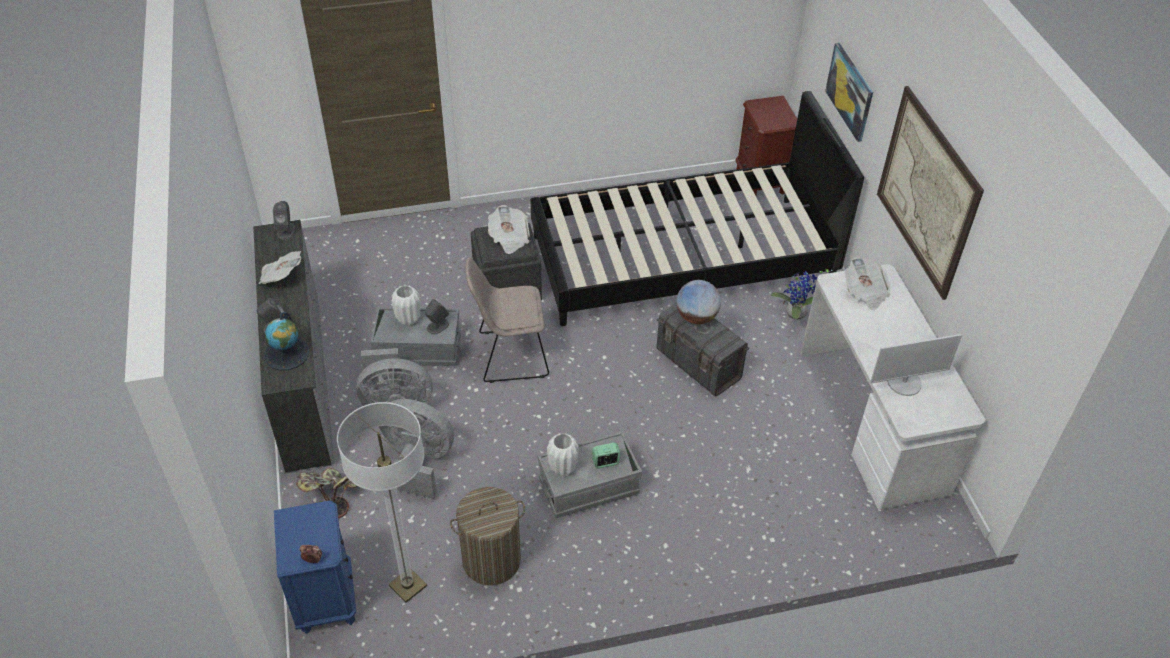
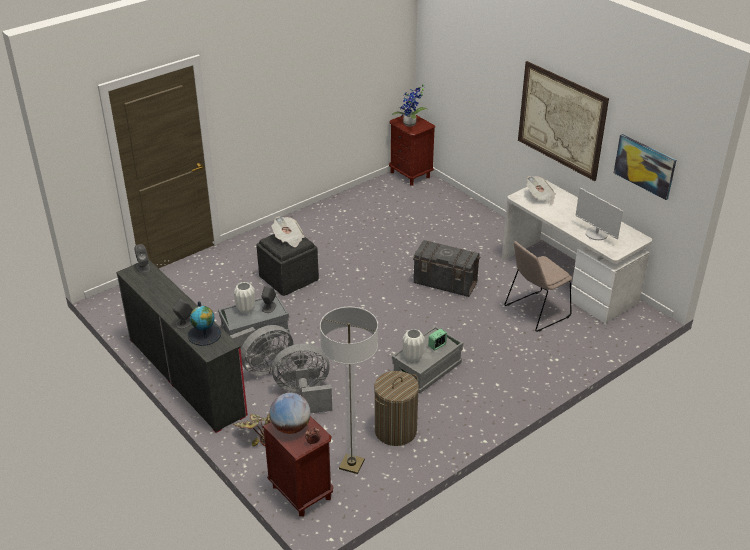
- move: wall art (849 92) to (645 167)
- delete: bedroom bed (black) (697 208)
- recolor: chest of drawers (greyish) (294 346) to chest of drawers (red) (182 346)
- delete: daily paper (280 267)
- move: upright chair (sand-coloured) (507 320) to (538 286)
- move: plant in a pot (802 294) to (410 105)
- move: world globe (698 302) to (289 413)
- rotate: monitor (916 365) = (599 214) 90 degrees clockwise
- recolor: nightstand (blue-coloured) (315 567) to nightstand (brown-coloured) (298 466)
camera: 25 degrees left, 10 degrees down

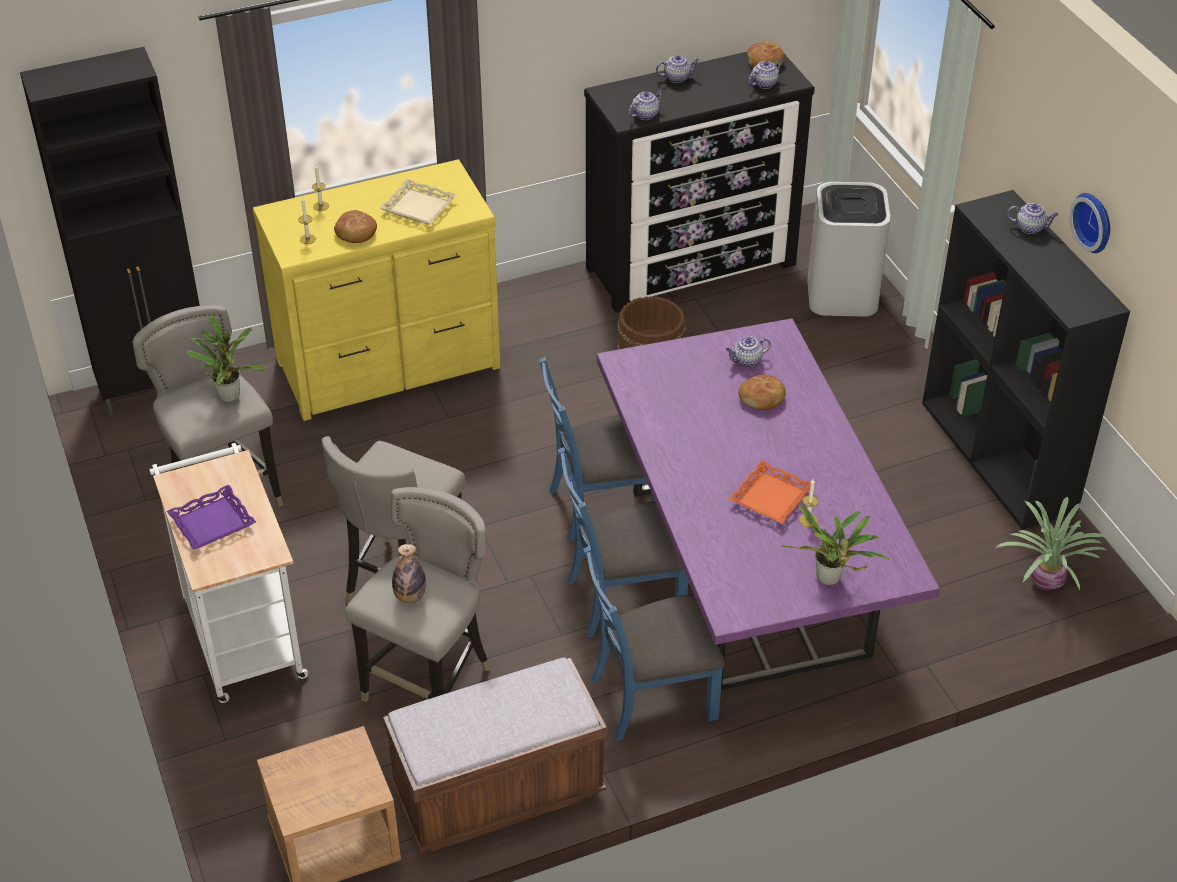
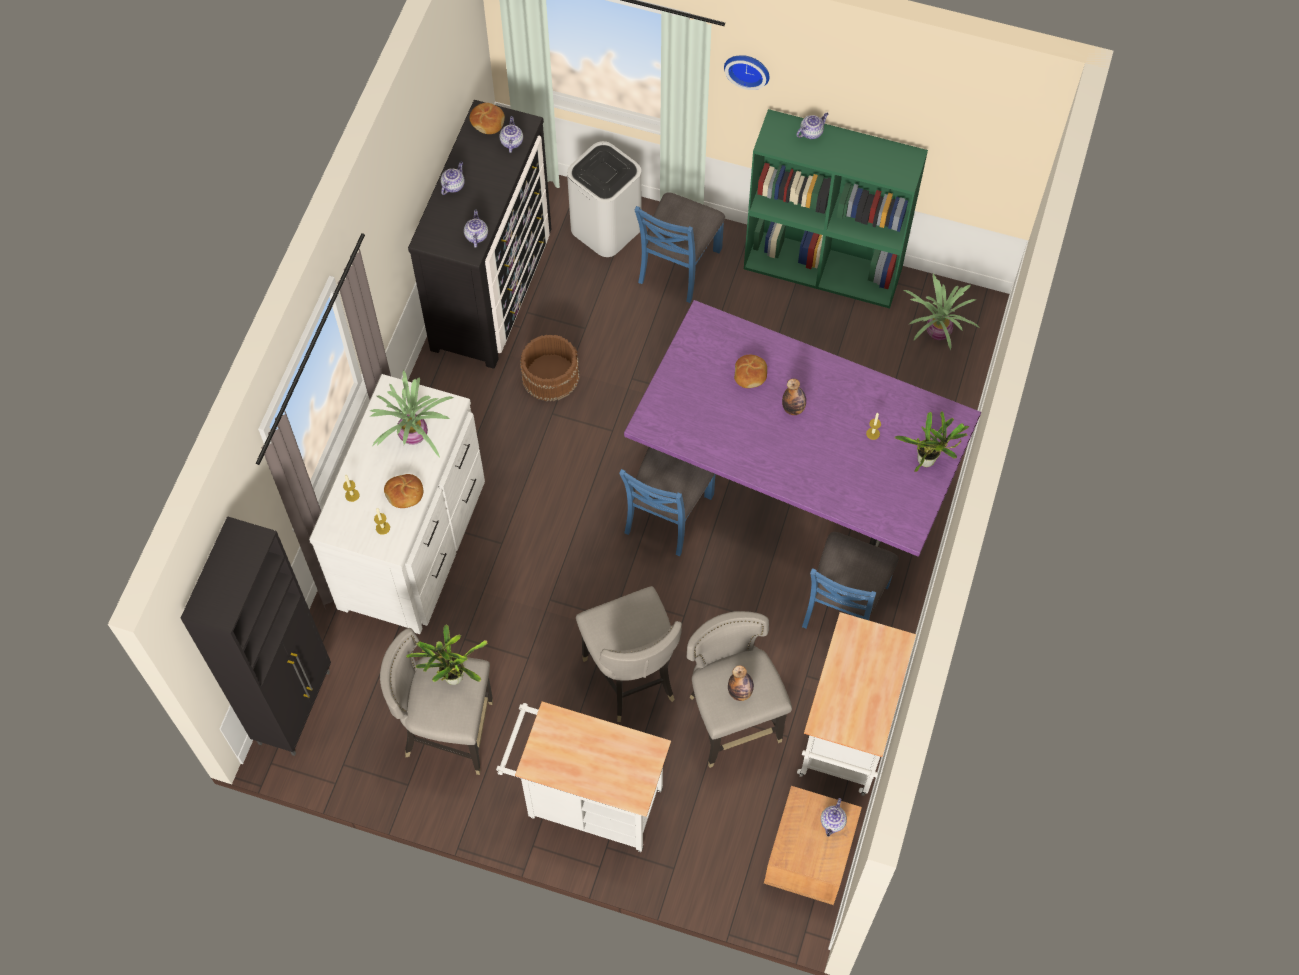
- recolor: chest of drawers (yellow) (377 290) to chest of drawers (white-coloured) (397 504)
- replace: carrying tray (sand-coloured) (418 202) to plant in a pot (412 414)
- recolor: shelving unit (black) (1026 360) to shelving unit (greenish) (836 208)
- move: hanging clock (1089 223) to (746 72)
- move: teapot (748 351) to (834 817)
- move: upright chair (blue-coloured) (623 542) to (680 247)
- delete: carrying tray (orange) (770 491)
- delete: carrying tray (purple-coloured) (211 517)
- replace: long seat (brown-coloured) (495 755) to trolley (white-coloured) (856 704)
- insert: bottle (794 397)
camera: 50 degrees left, 20 degrees up

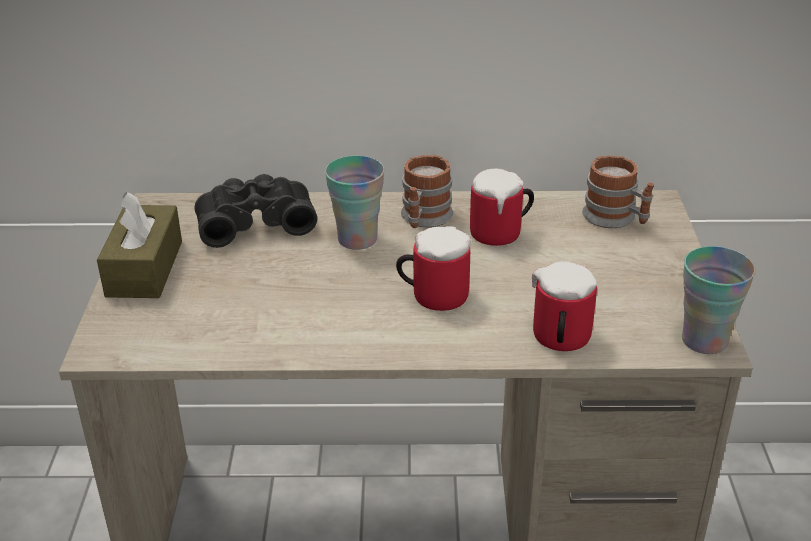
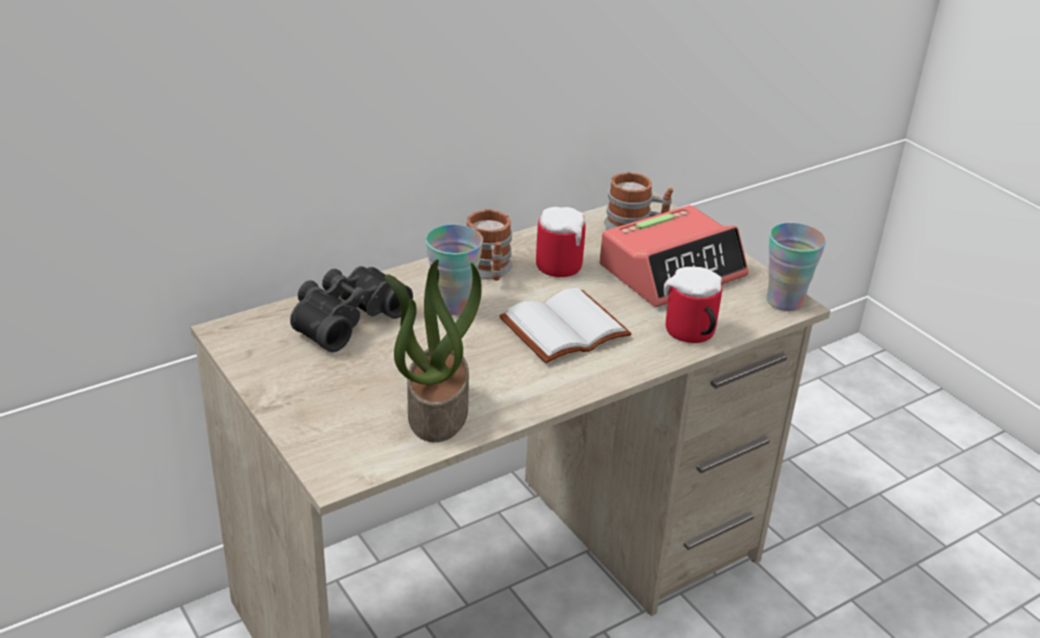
- delete: tissue box (brown-coloured) (139 245)
- replace: tea mug (433 268) to book (white-coloured) (565 325)
- insert: alarm clock (674 256)
- insert: plant in a pot (433 350)
camera: 35 degrees left, 0 degrees up

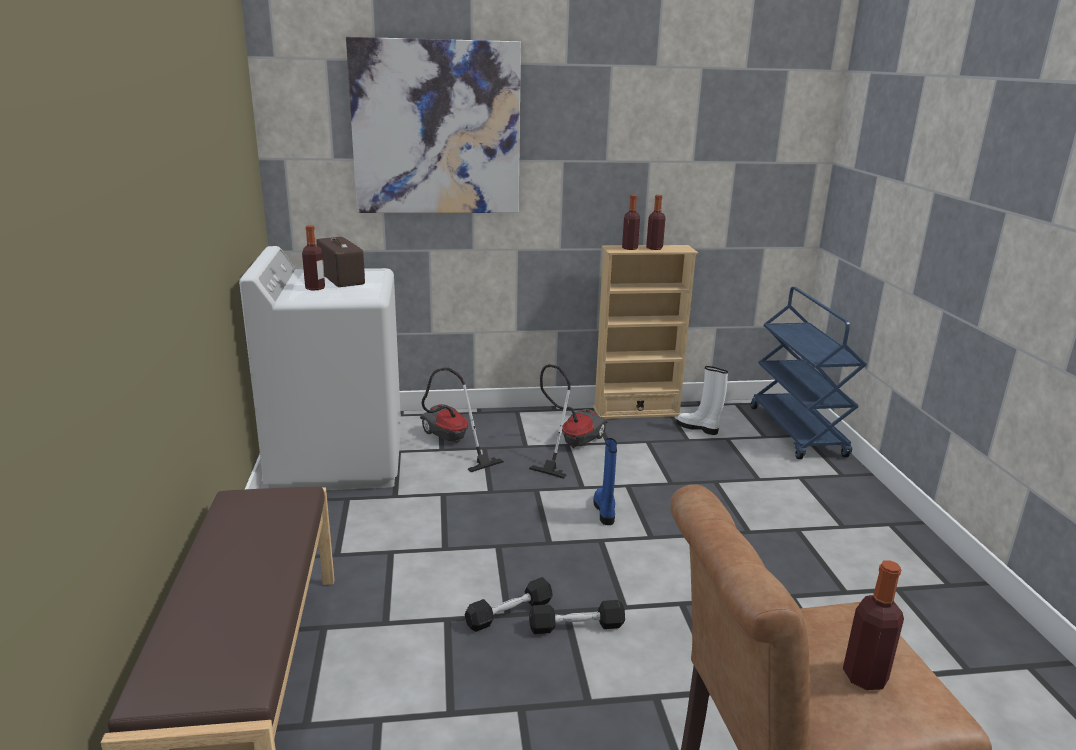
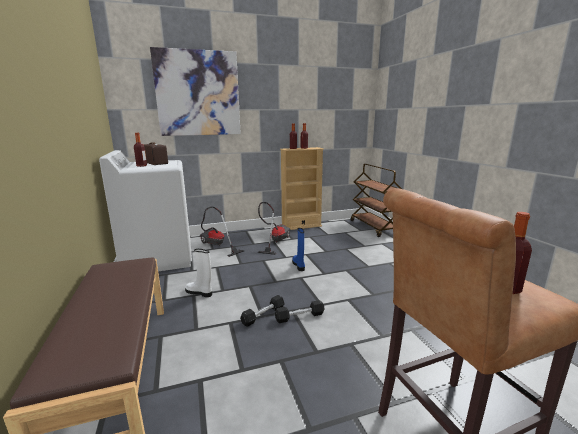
- recolor: trolley (blue-coloured) (809 373) to trolley (brown-coloured) (376 200)
- move: boot (white-coloured) (702 400) to (198 273)
camera: 10 degrees left, 5 degrees down

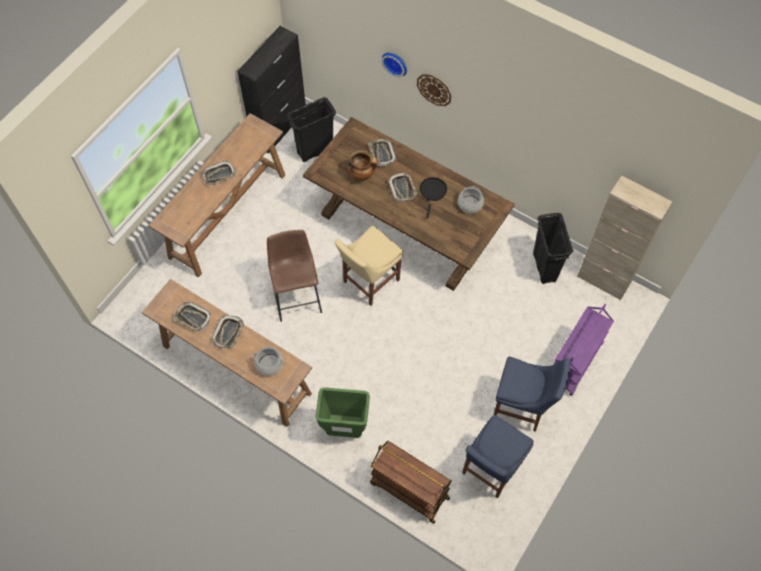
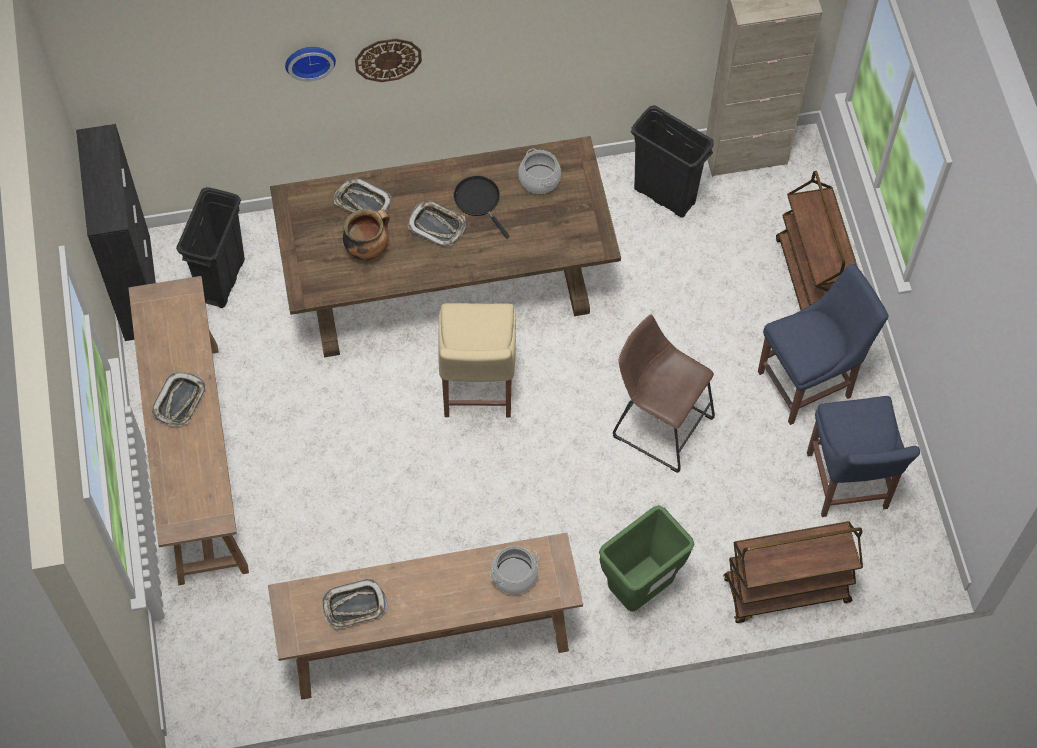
- move: stool seat (brown-coloured) (294 276) to (664 393)
- recolor: trolley (purple-coloured) (583 350) to trolley (brown-coloured) (817 240)
- delete: carrying tray (228 332)
camera: 45 degrees left, 0 degrees up

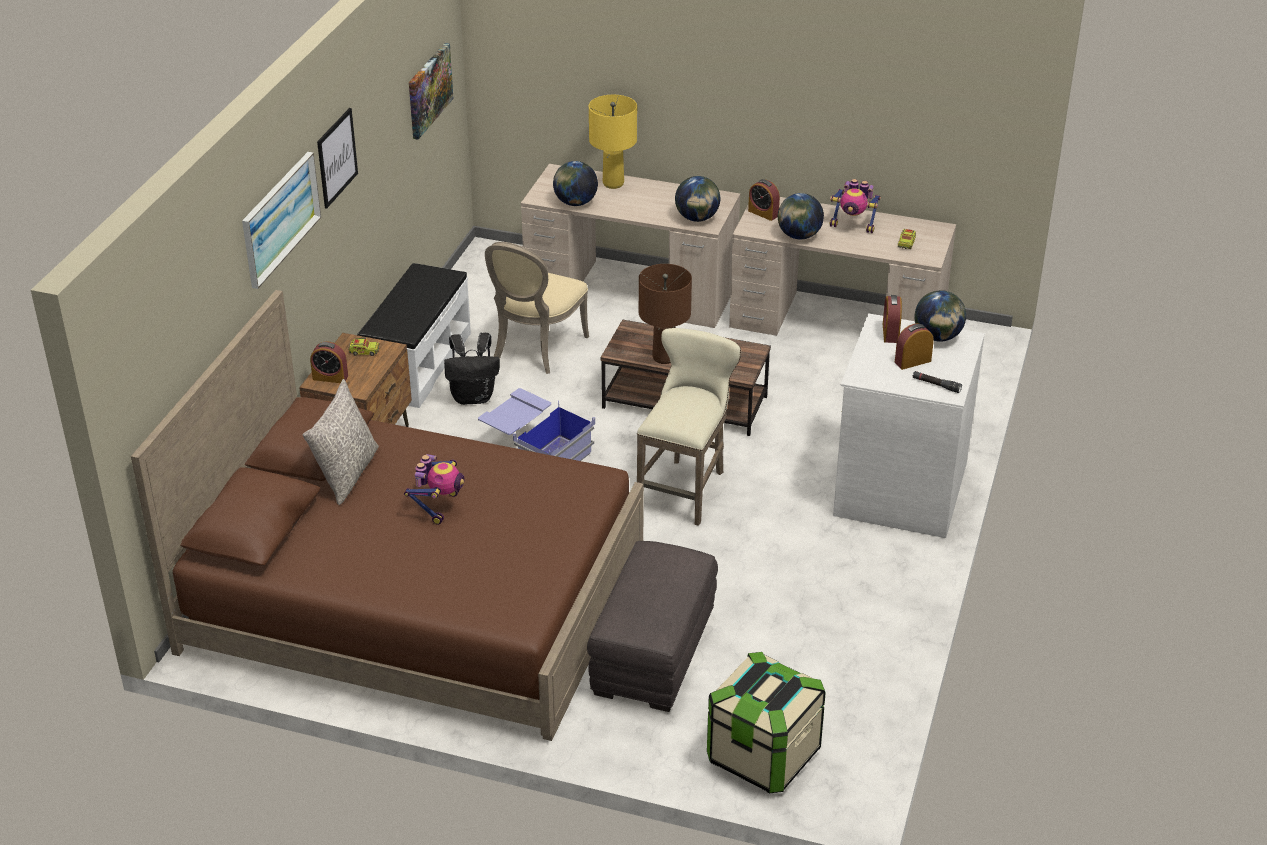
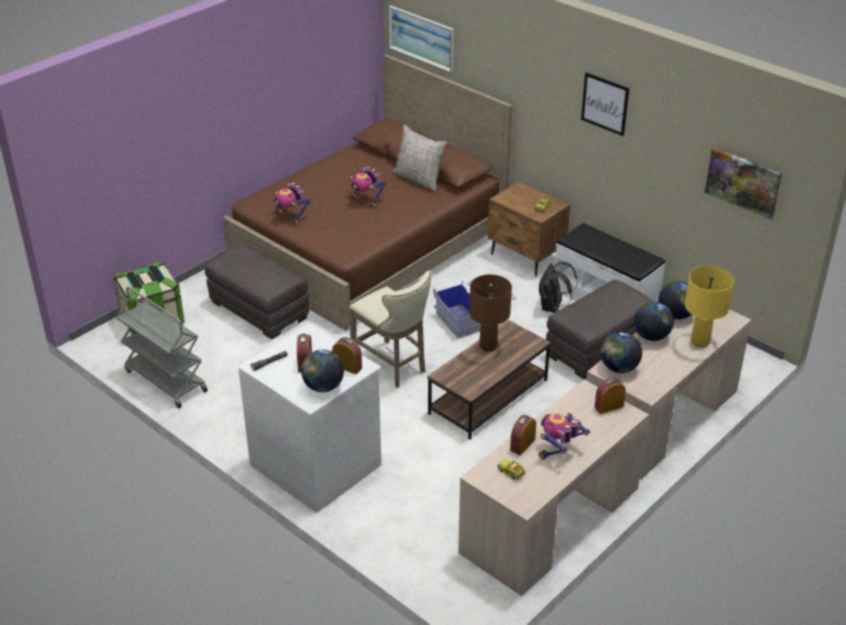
- move: wall art (281 220) to (421 39)
- move: world globe (801 216) to (654 321)
- replace: upright chair (sand-coloured) (537 308) to ottoman (greyish) (599 330)
- move: alarm clock (329 362) to (523 435)
- insert: model robot (292 204)
- insert: trolley (greyish) (162 347)
camera: 115 degrees right, 0 degrees up

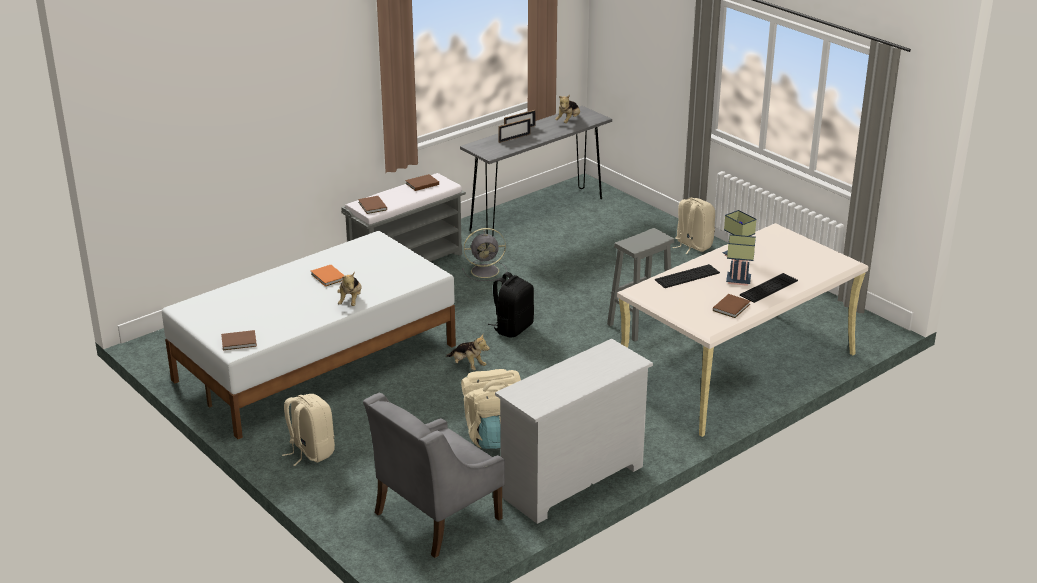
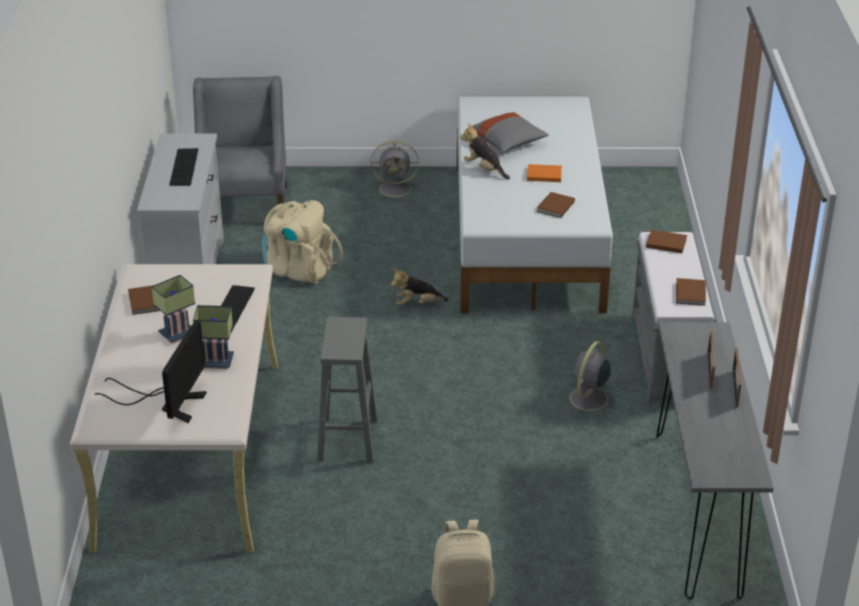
- delete: cuddly toy (567 109)
- delete: knapsack (black) (511 304)
- move: computer keyboard (769 288) to (183 167)
- move: book (brown-coloured) (239 340) to (556 205)
- replace: knapsack (sand-coloured) (308 430) to fan (greyish) (395 171)
- insert: throw pillow (greyish) (510 132)
- insert: monitor (151 371)
camera: 130 degrees right, 5 degrees up

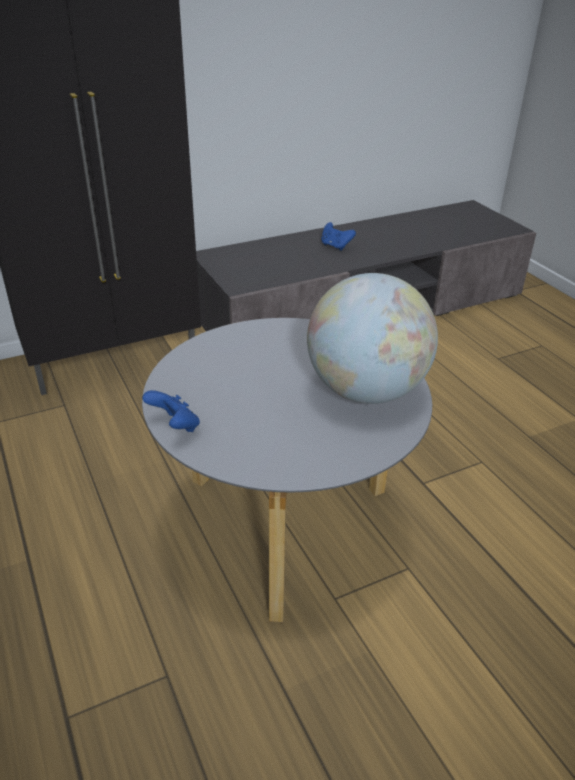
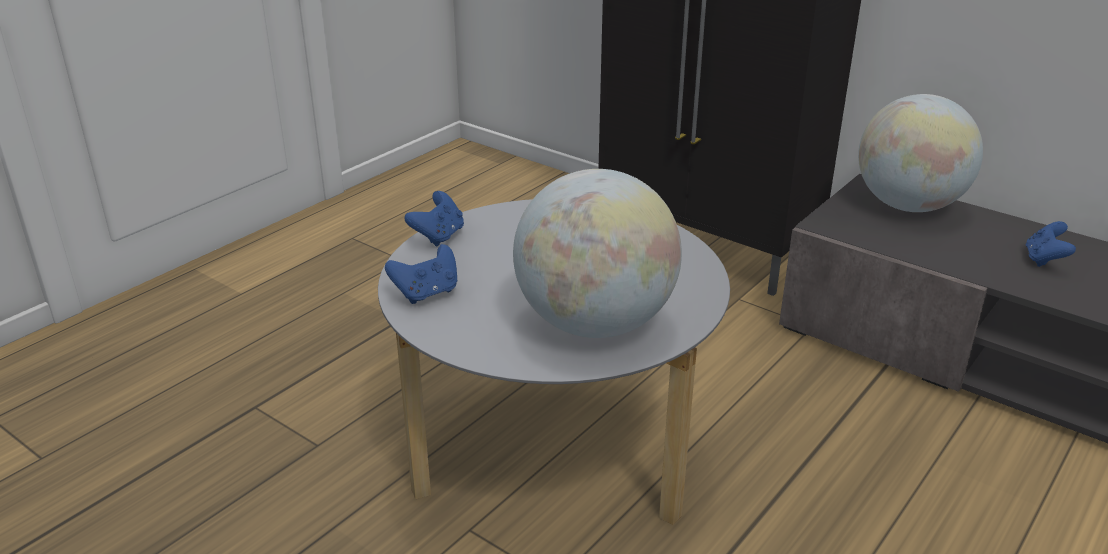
- insert: world globe (920 153)
- insert: game controller (blue-coloured) (421 274)
camera: 65 degrees right, 5 degrees down

